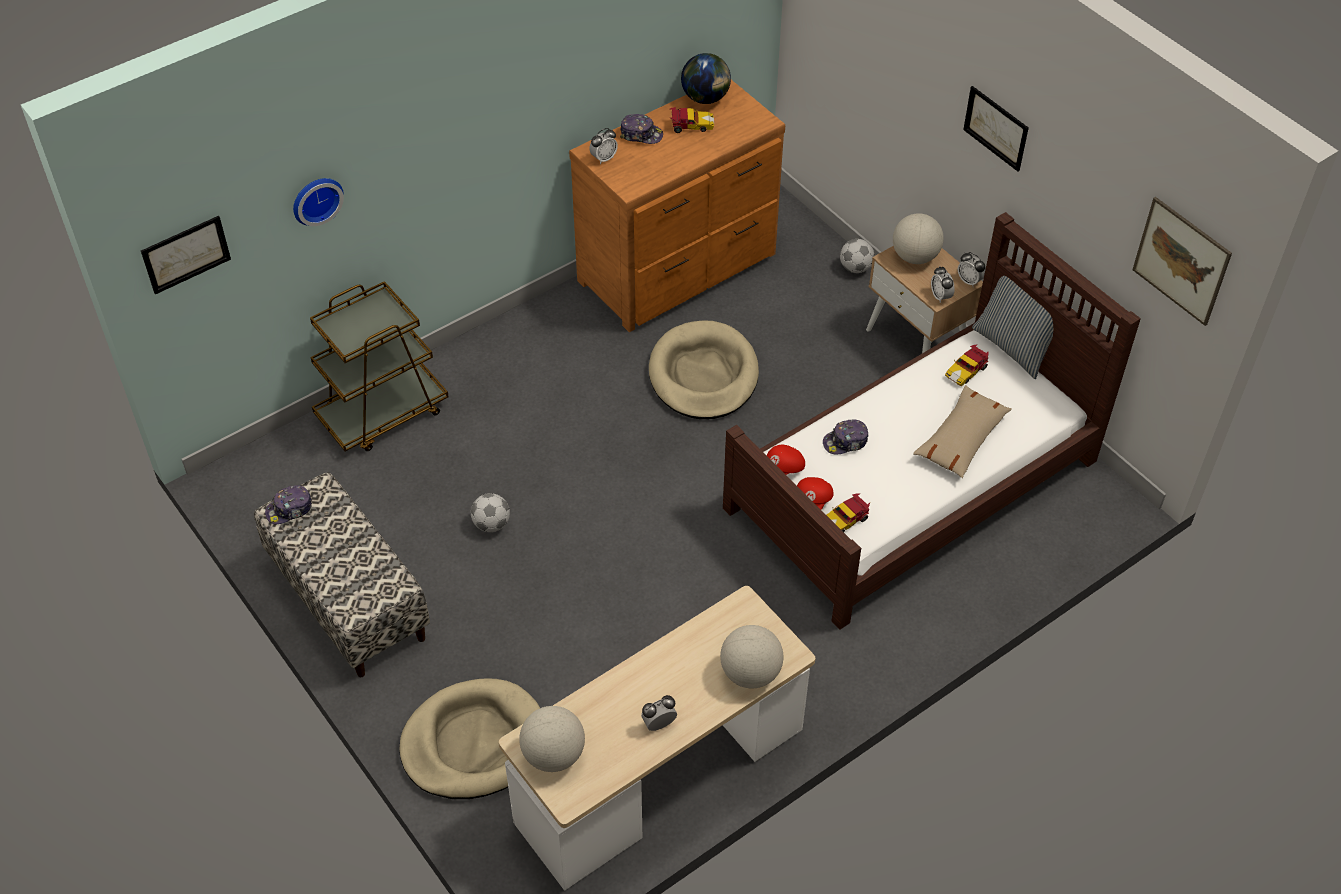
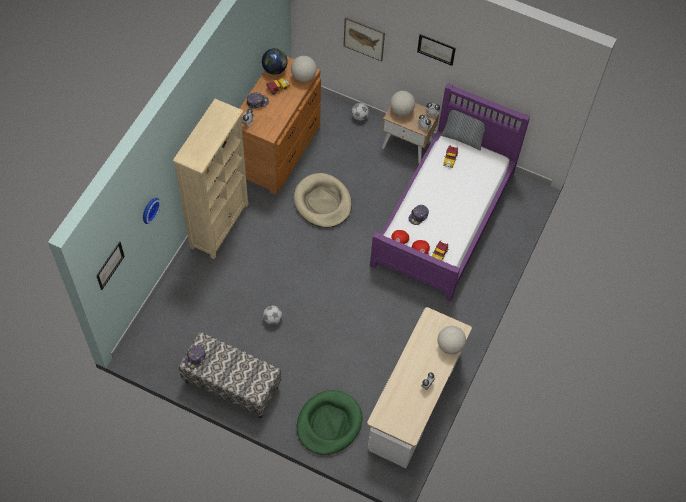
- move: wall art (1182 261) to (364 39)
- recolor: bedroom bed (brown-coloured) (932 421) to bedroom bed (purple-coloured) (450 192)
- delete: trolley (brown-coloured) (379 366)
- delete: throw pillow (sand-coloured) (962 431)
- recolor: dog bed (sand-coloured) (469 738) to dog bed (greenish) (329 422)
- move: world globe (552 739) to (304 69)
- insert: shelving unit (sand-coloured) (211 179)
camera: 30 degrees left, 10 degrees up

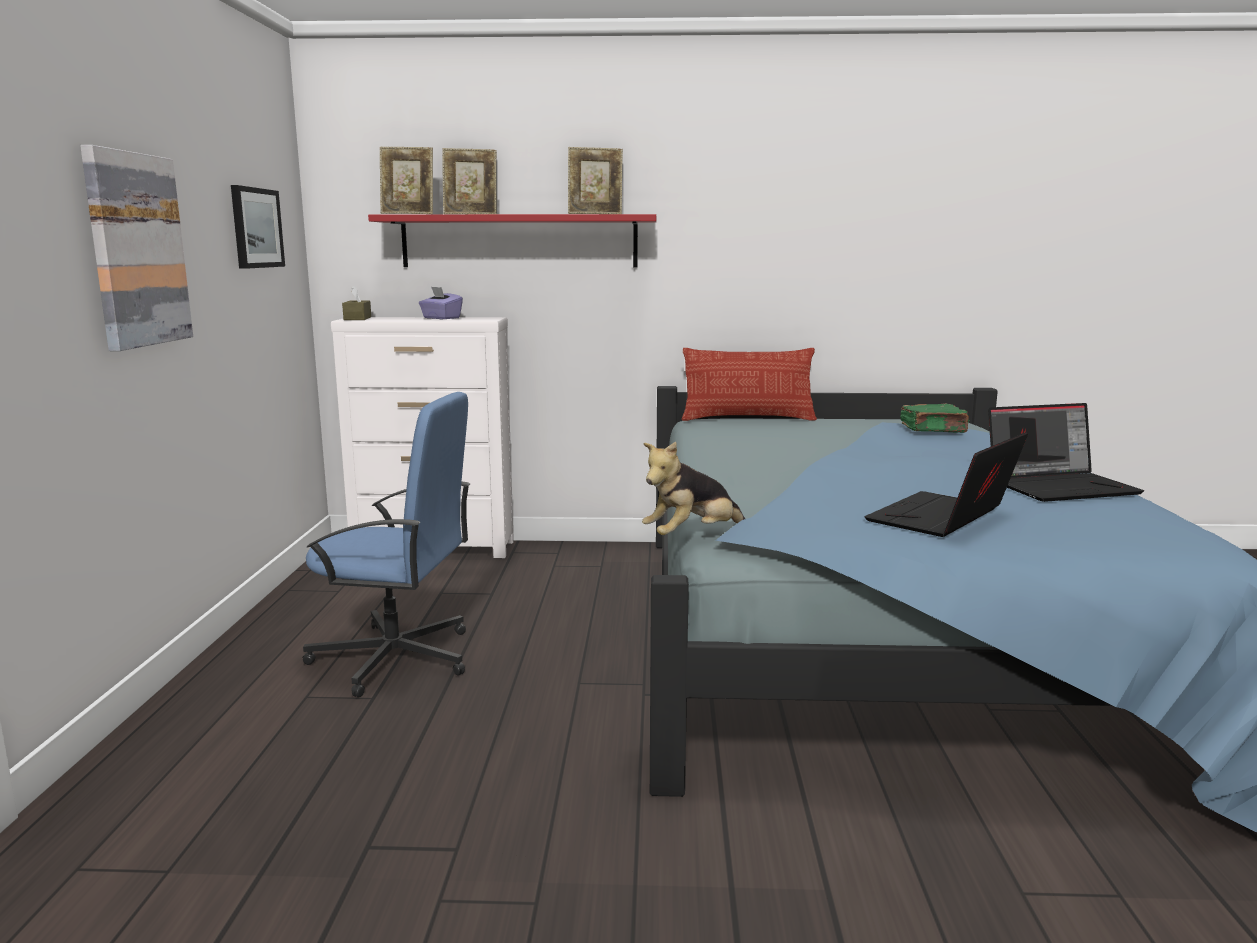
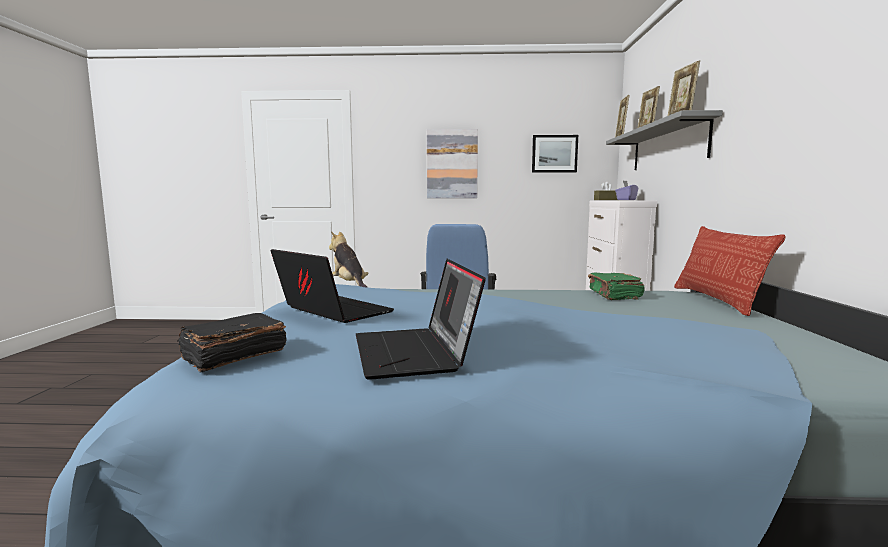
- recolor: shelf (red) (512 240) to shelf (greyish) (664 140)
- move: book (greenish) (935 418) to (616 286)
- insert: book (black) (232 343)
camera: 90 degrees right, 5 degrees down

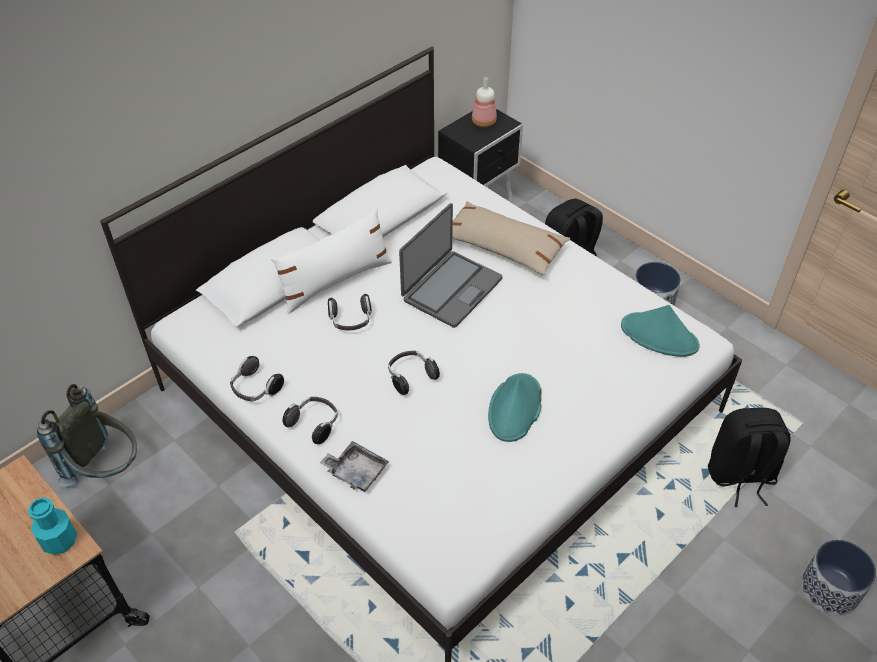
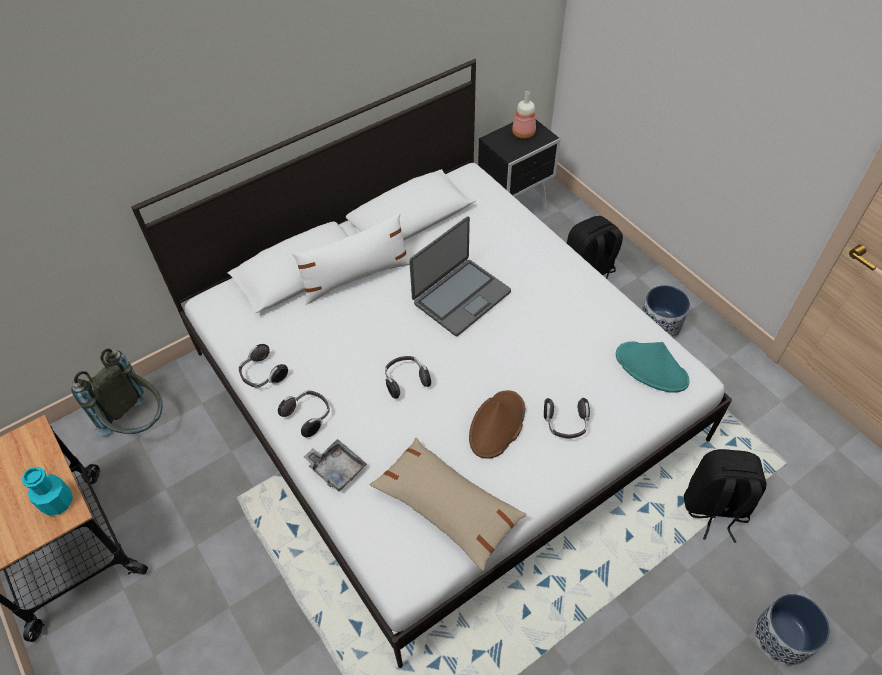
- move: throw pillow (sand-coloured) (511 239) to (448 504)
- move: headphones (350 312) to (567 418)
- recolor: clothing hat (turquoise-coloured) (515 407) to clothing hat (brown-coloured) (497 424)
camera: 10 degrees right, 5 degrees up

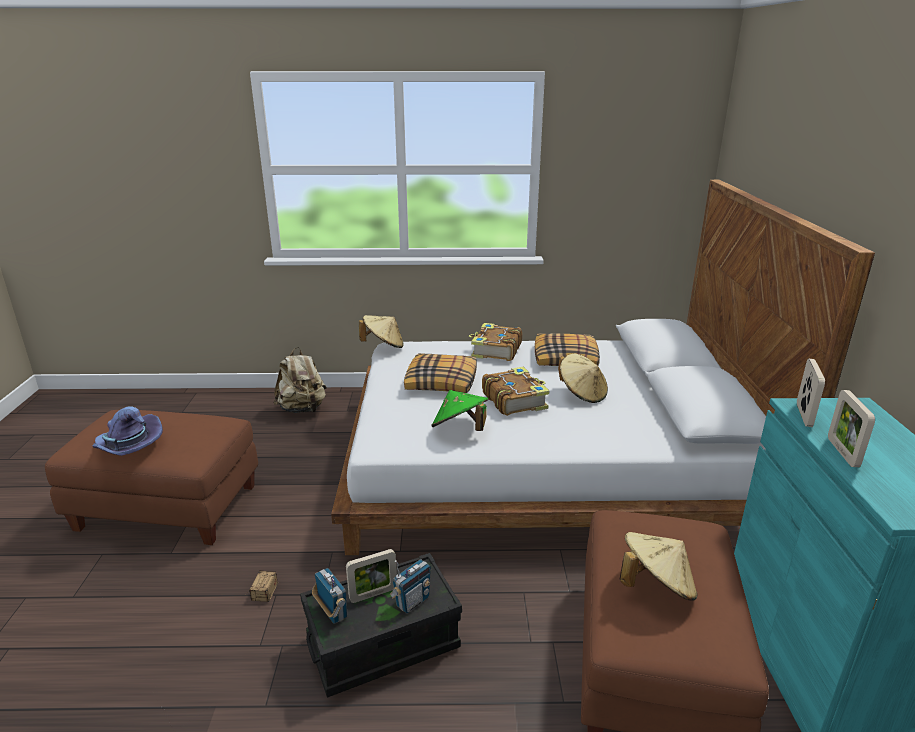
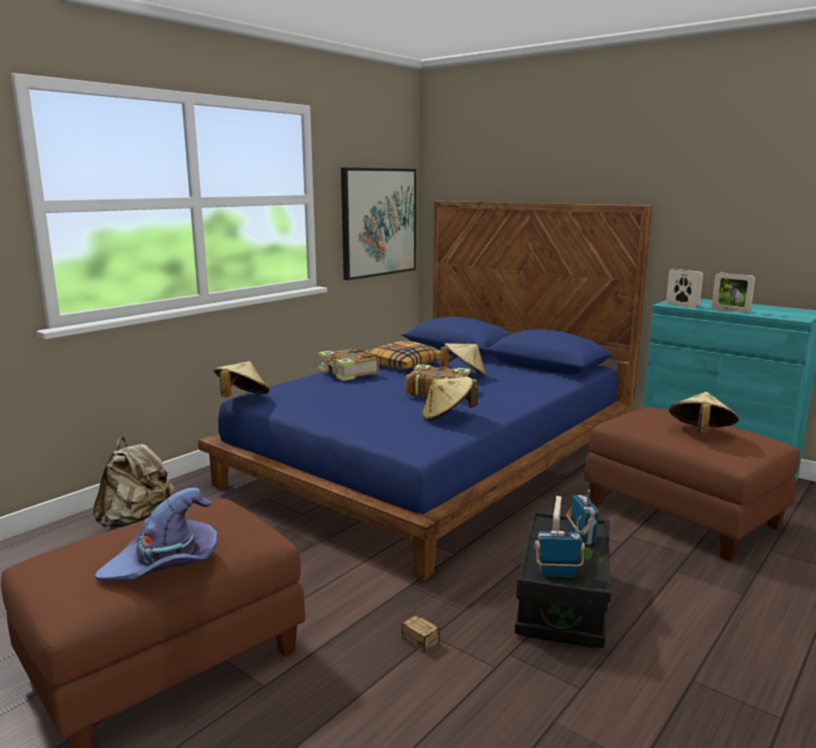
- recolor: bedroom bed (white-coloured) (603 367) to bedroom bed (blue-coloured) (425 390)
- delete: throw pillow (440 373)
- recolor: clothing hat (greenish) (460 410) to clothing hat (sand-coloured) (450 399)
- insert: wall art (378 224)
camera: 50 degrees left, 10 degrees down

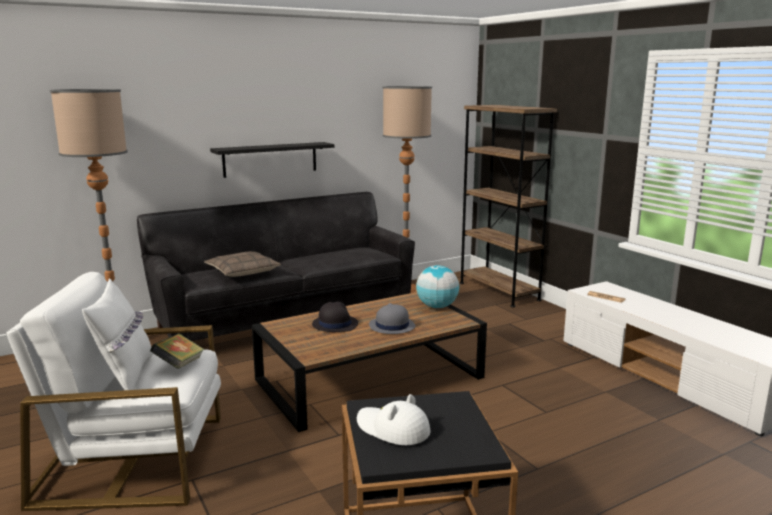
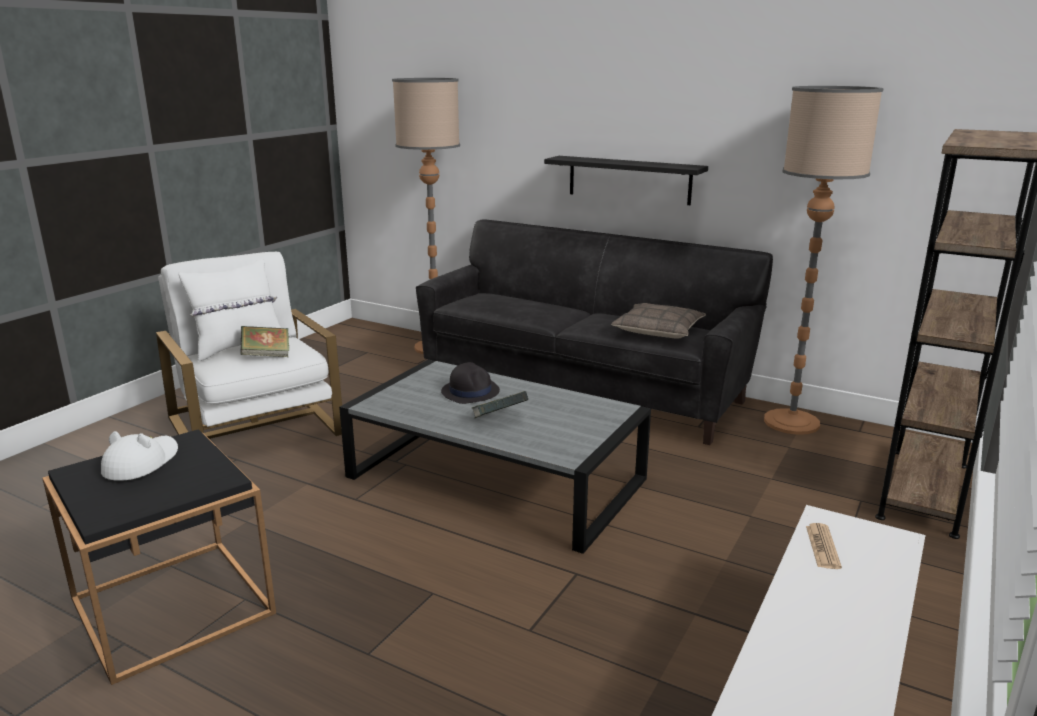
- move: throw pillow (242 264) to (658 321)
- delete: world globe (437 286)
- recolor: lounge table (brown-coloured) (369 362) to lounge table (greyish) (495 456)
- replace: clothing hat (greyish) (392 318) to book (500 404)
camera: 60 degrees right, 5 degrees up

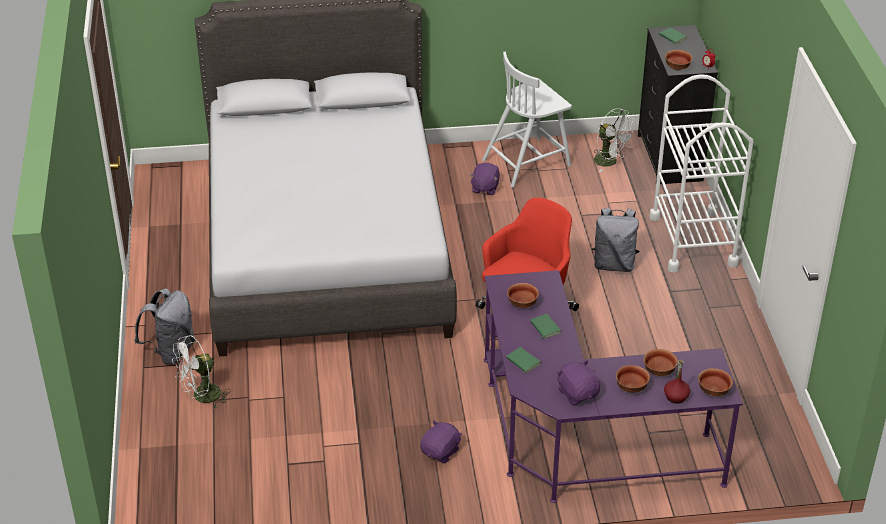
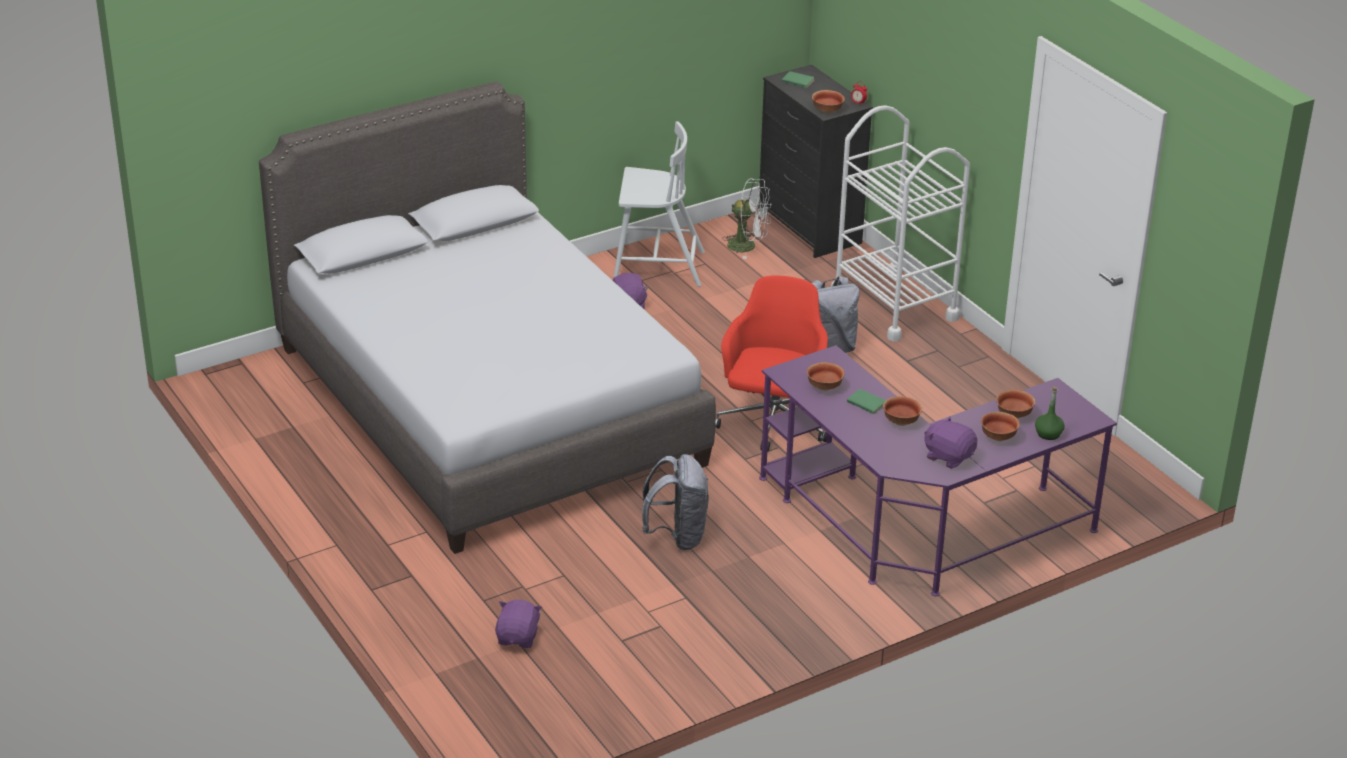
- rotate: upright chair (white-coloured) (527 120) = (659 204) 120 degrees counterclockwise
- move: knapsack (greyish) (164 326) to (675 502)
- delete: fan (white-coloured) (201 372)
- delete: book (greenish) (523 360)
- recolor: bottle (red) (677 381) to bottle (greenish) (1050 413)
- move: serving bowl (715 382) to (902 411)
- move: cuddly toy (purple-coloured) (441 441) to (518 624)
camera: 25 degrees left, 5 degrees down

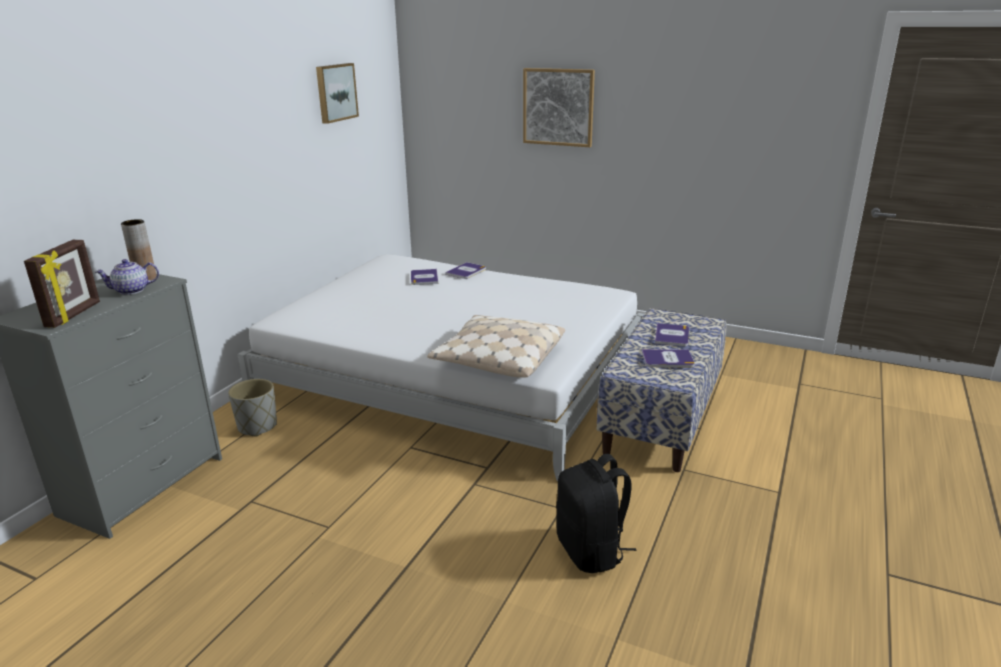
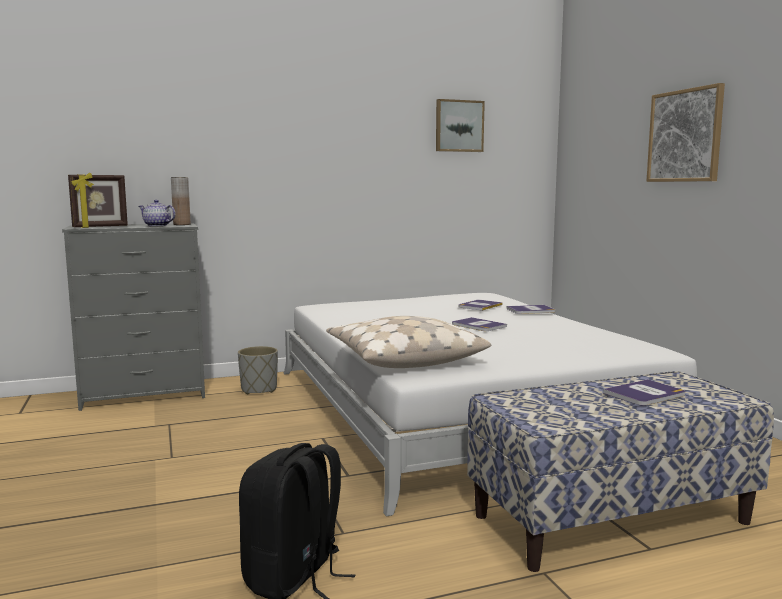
- move: book (668 358) to (479 324)
camera: 45 degrees right, 15 degrees down

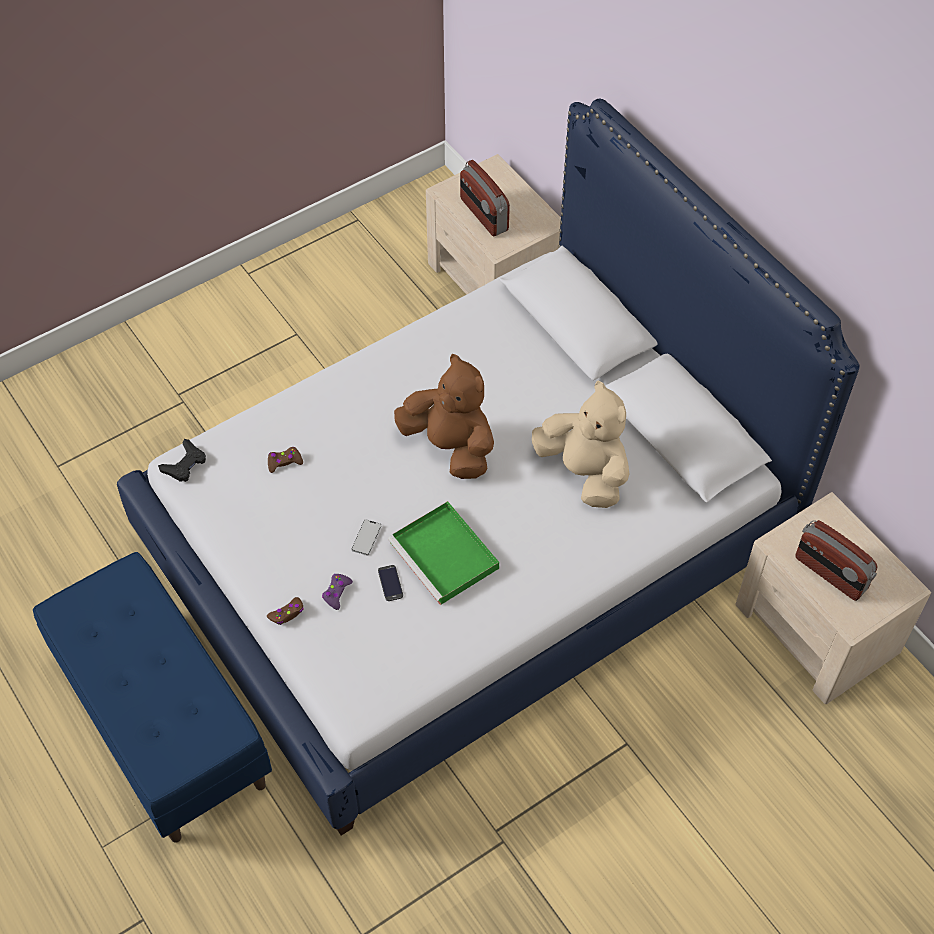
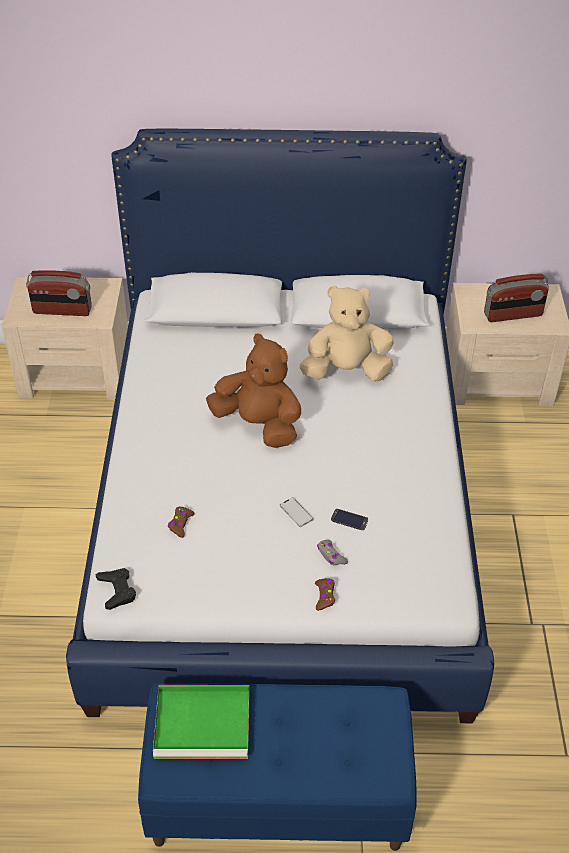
- rotate: cuddly toy (brown-coloured) (444 416) = (253 391) 45 degrees clockwise
- move: carrying tray (greenish) (443 553) to (201 722)
- recolor: game controller (purple-coloured) (337 592) to game controller (greyish) (332 552)
camera: 55 degrees left, 10 degrees down

